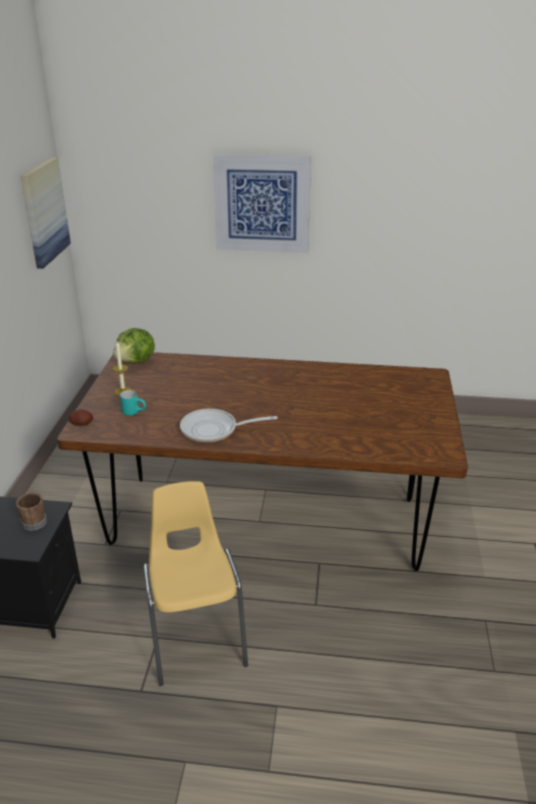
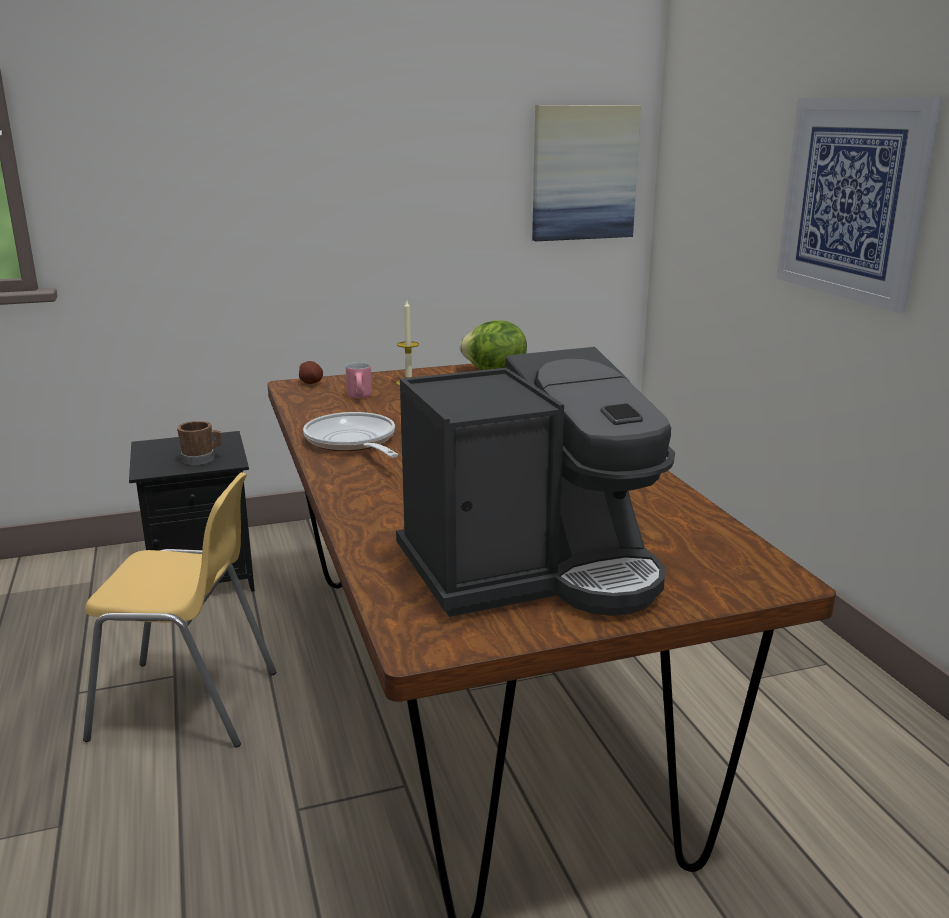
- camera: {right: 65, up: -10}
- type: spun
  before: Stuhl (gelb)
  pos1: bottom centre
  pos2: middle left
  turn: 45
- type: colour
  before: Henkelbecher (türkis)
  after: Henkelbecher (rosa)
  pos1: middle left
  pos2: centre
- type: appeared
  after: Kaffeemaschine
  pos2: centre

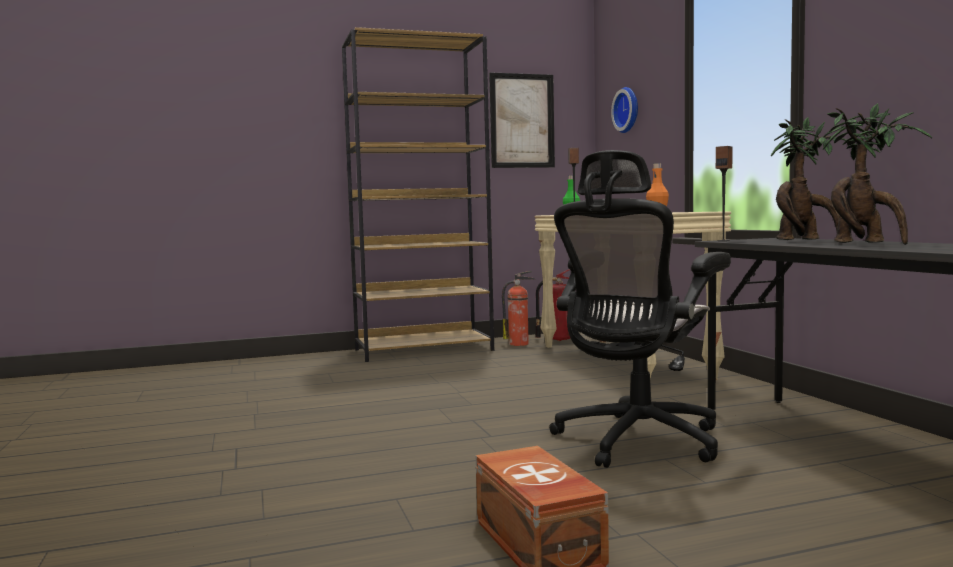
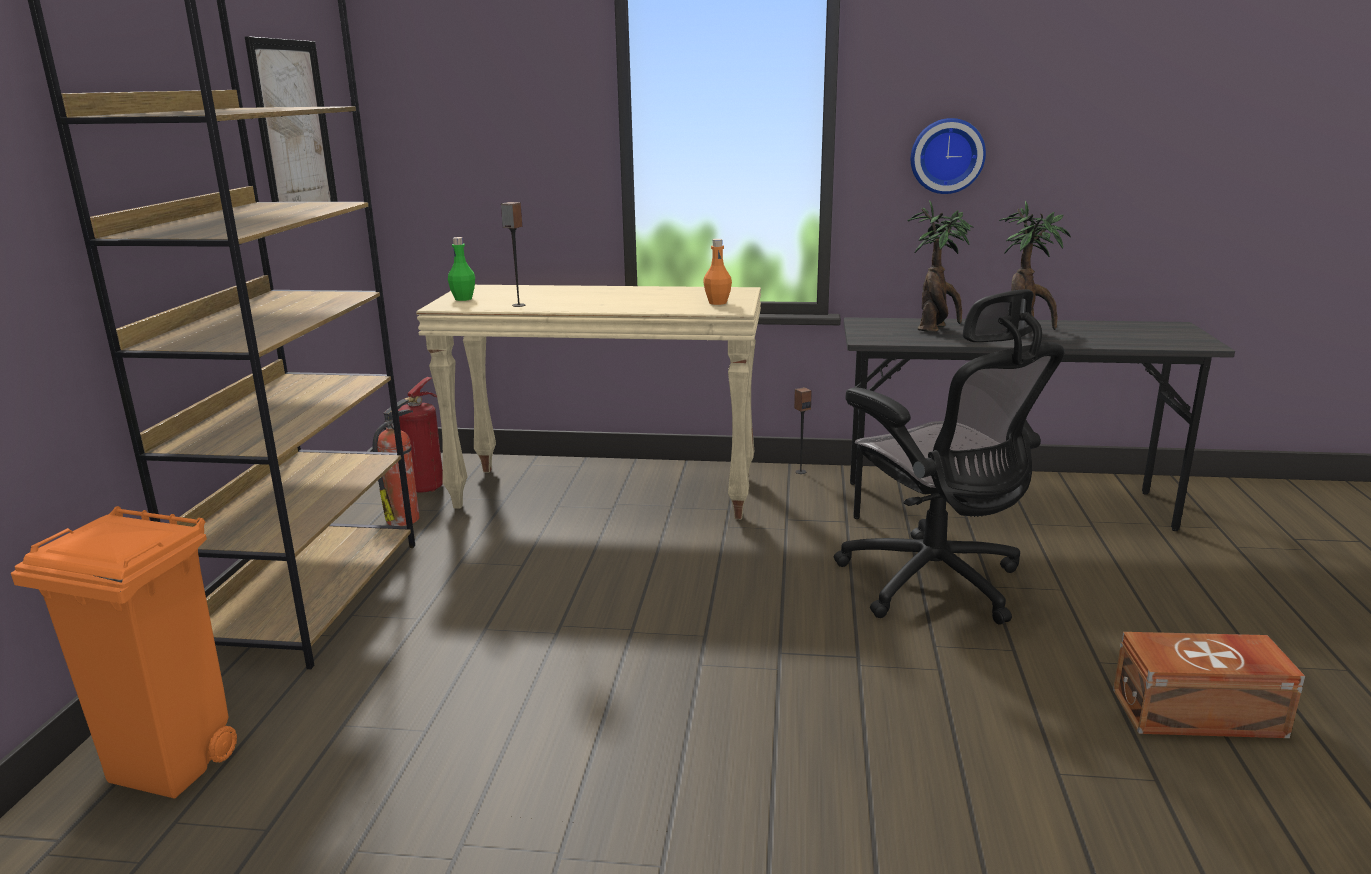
- camera: {right: -65, up: 15}
- type: appeared
  after: Mülleimer (orange)
  pos2: bottom left
- type: relocated
  before: Lautsprecher (no. 2 from left)
  pos1: middle right
  pos2: centre
- type: relocated
  before: Wanduhr
  pos1: top centre
  pos2: top right

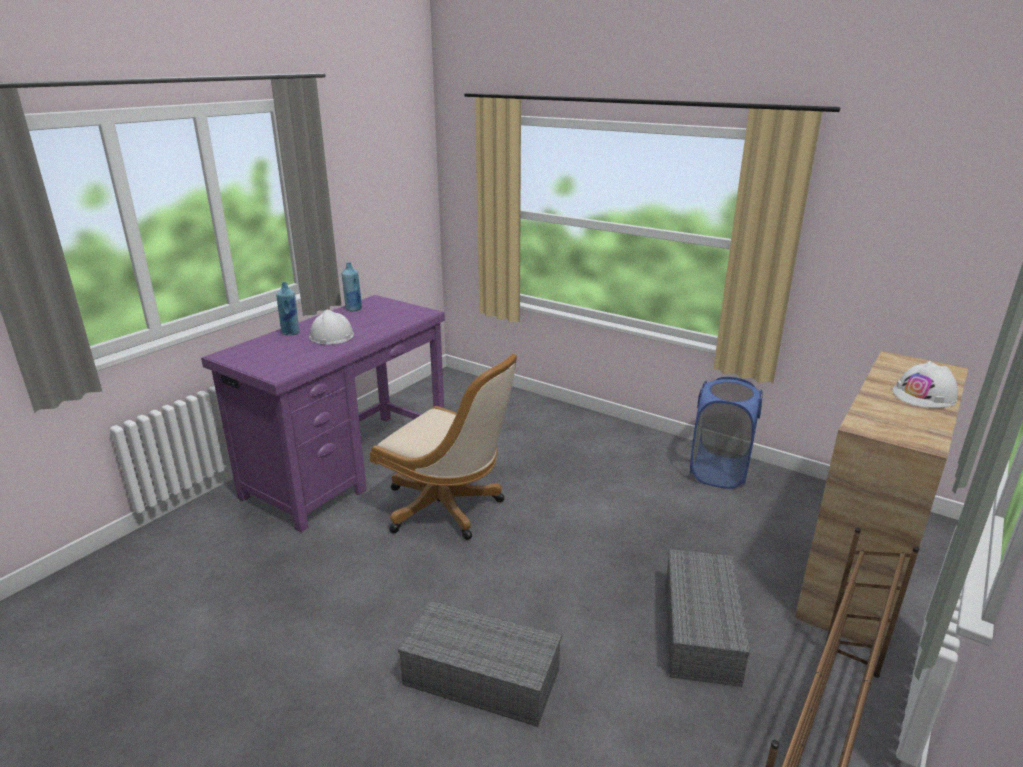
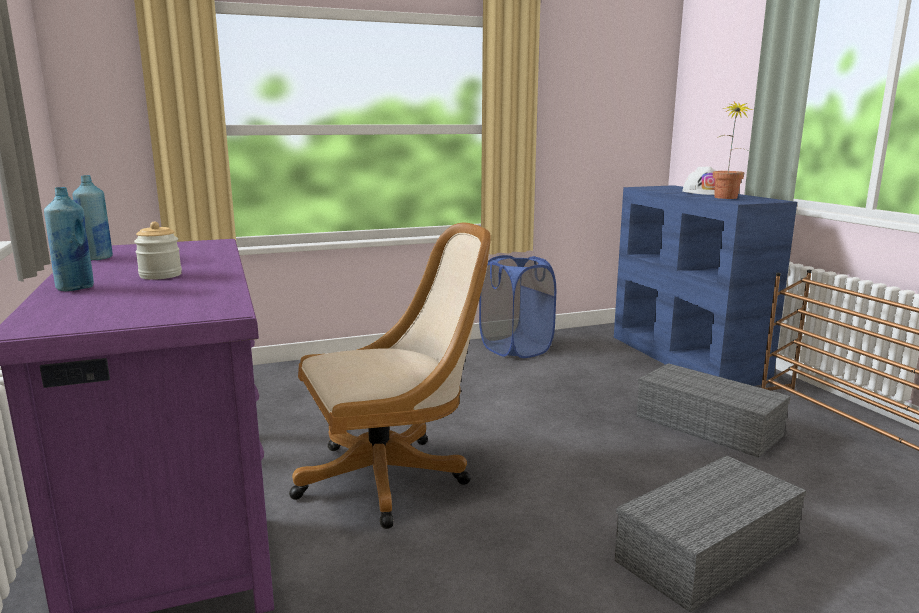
- camera: {right: -55, up: -10}
- type: exchanged
  before: Schutzhelm (weiß) (no. 1 from left)
  after: Vorratsglas
  pos1: middle left
  pos2: middle left
- type: colour
  before: Bücherregal (braun)
  after: Bücherregal (blau)
  pos1: middle right
  pos2: middle right
- type: appeared
  after: Topfpflanze
  pos2: top right

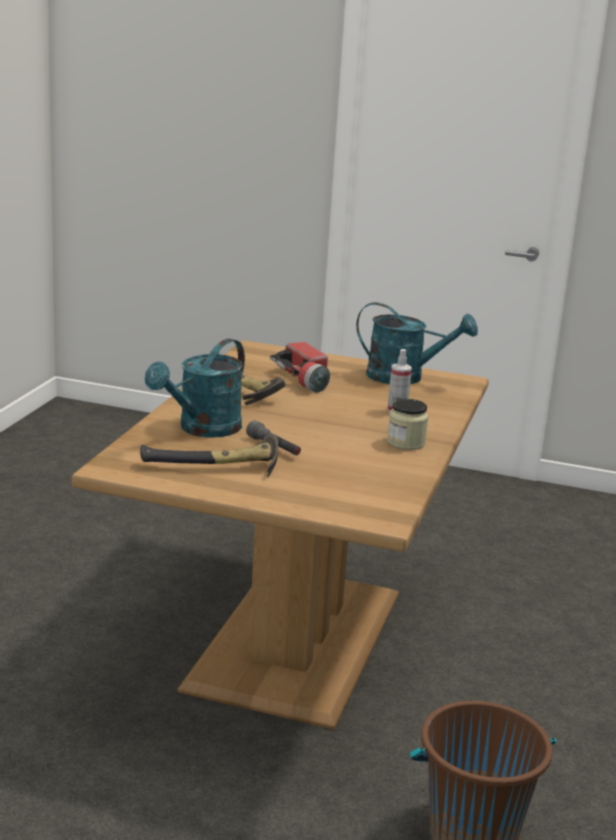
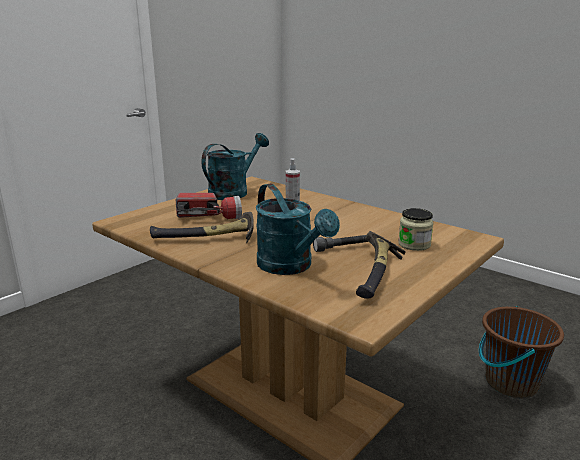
- camera: {right: -65, up: 0}
- type: relocated
  before: Vorratsglas
  pos1: centre
  pos2: middle right

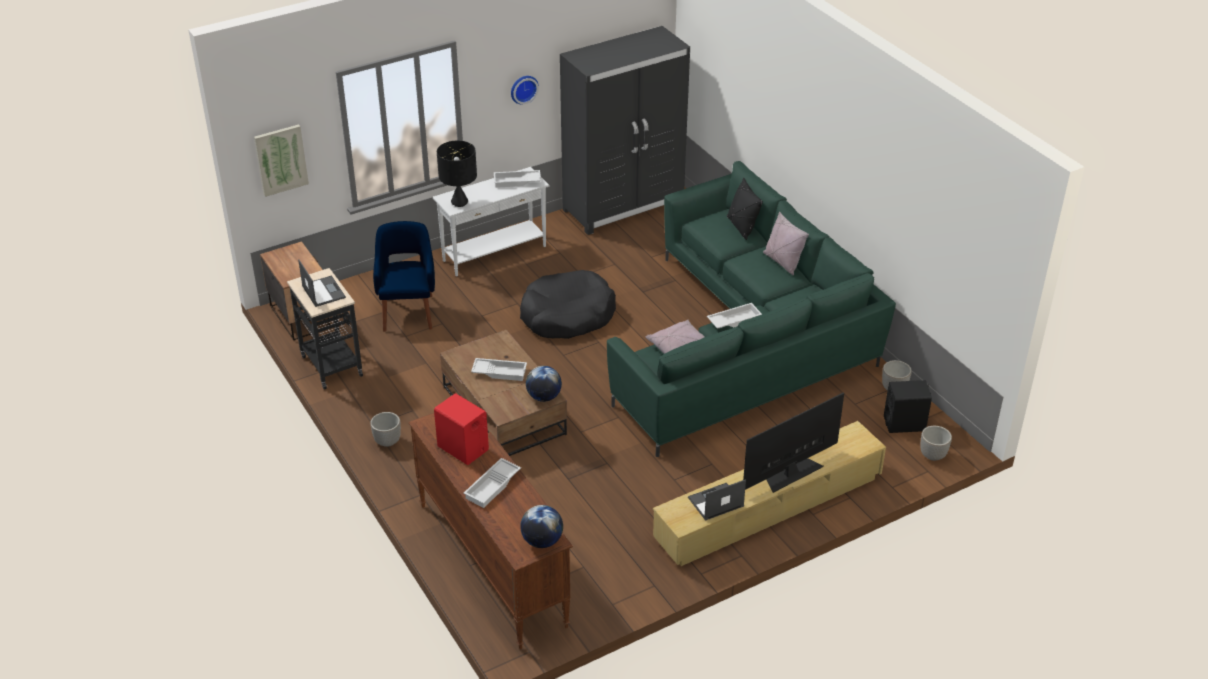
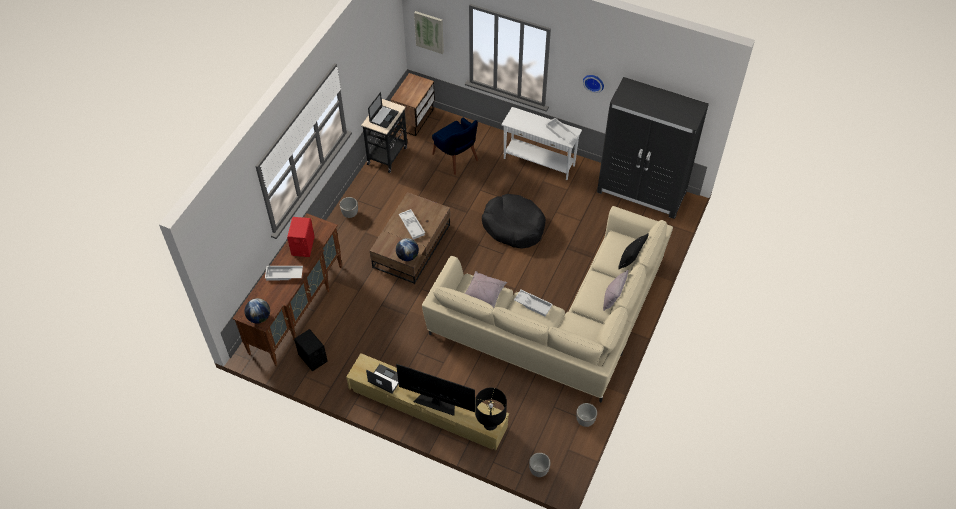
- camera: {right: 55, up: 15}
- type: relocated
  before: Lautsprecher (schwarz)
  pos1: middle right
  pos2: bottom left
- type: colour
  before: Sofa (grün)
  after: Sofa (beige)
  pos1: centre
  pos2: centre
- type: spun
  before: Sessel (blau)
  pos1: centre
  pos2: top centre
  turn: 90
- type: relocated
  before: Tischlampe (schwarz)
  pos1: top centre
  pos2: bottom centre

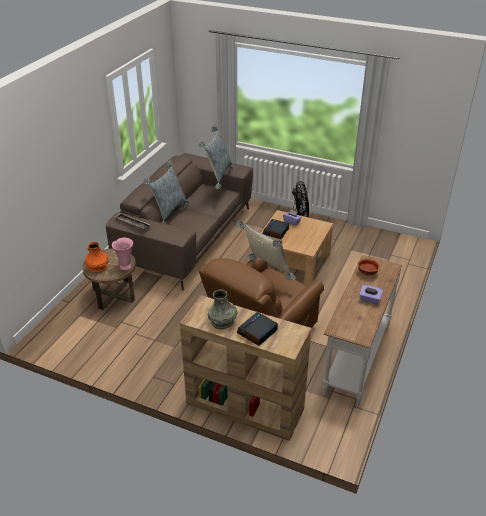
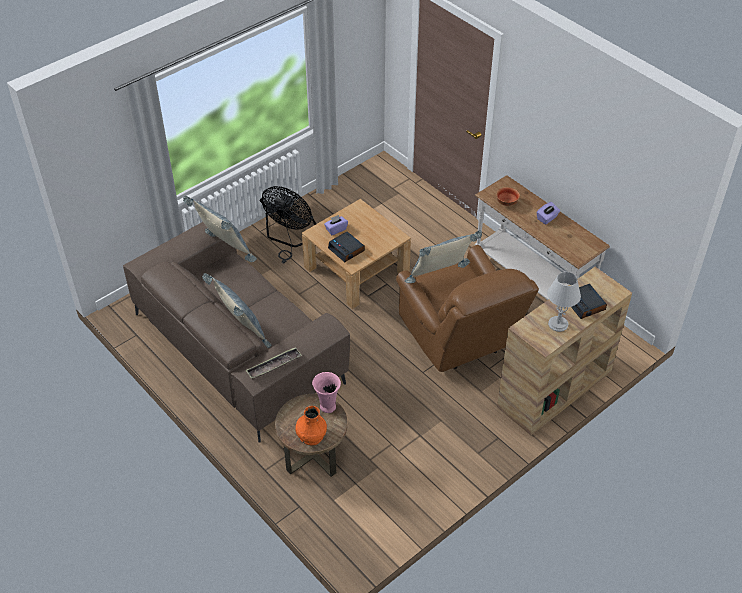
- camera: {right: -65, up: 10}
- type: exchanged
  before: Vase (grau)
  after: Tischlampe (grau)
  pos1: centre
  pos2: middle right

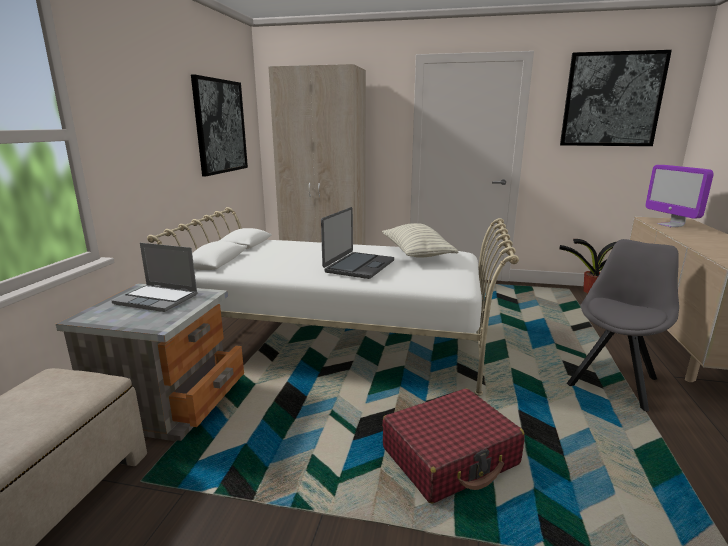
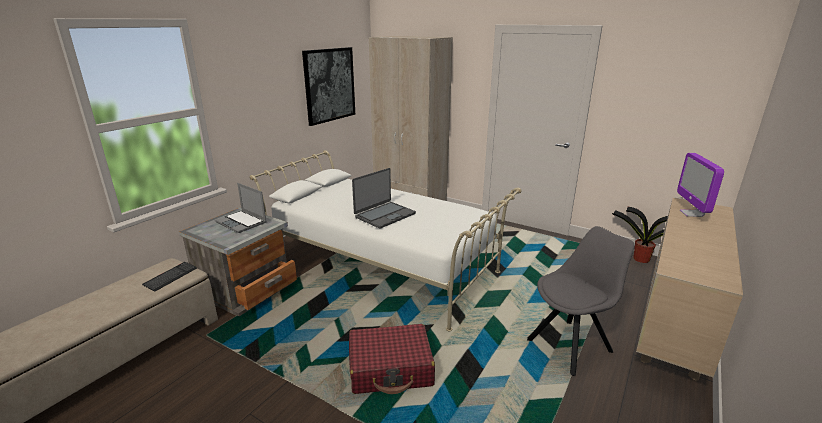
- camera: {right: 20, up: 5}
- type: appeared
  after: Tastatur
  pos2: middle left
- type: missing
  before: Kissen
  pos1: centre
- type: missing
  before: Bild (no. 2 from left)
  pos1: top right

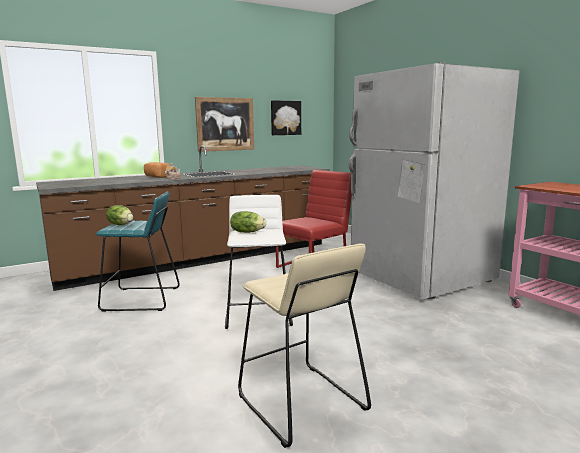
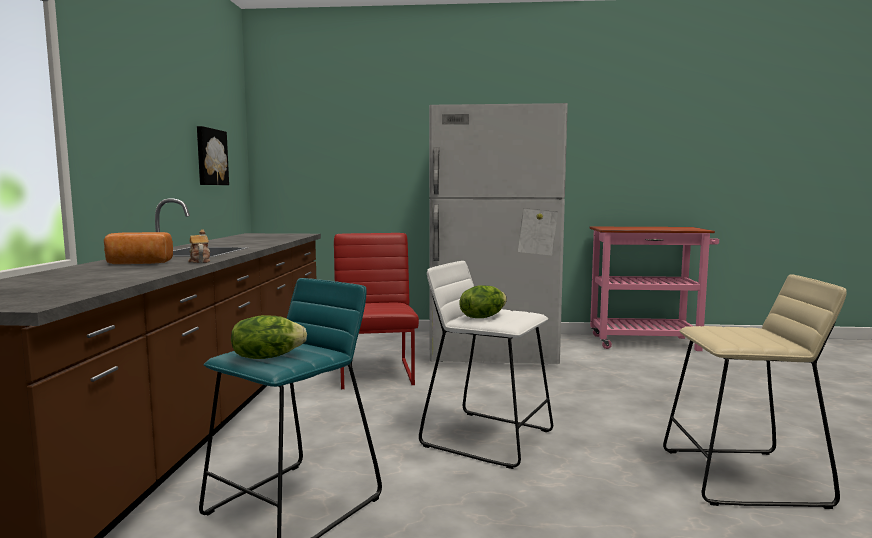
- camera: {right: -55, up: -5}
- type: missing
  before: Bild (no. 1 from left)
  pos1: top centre

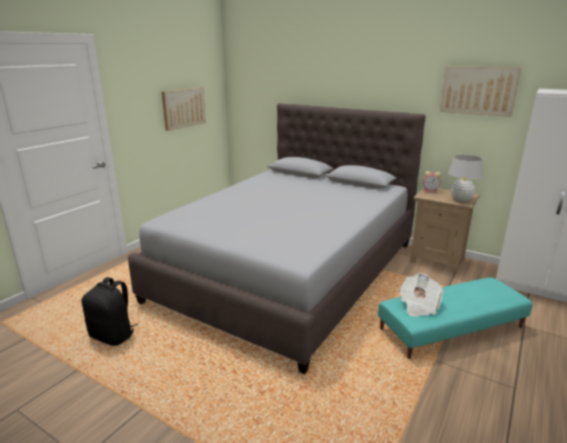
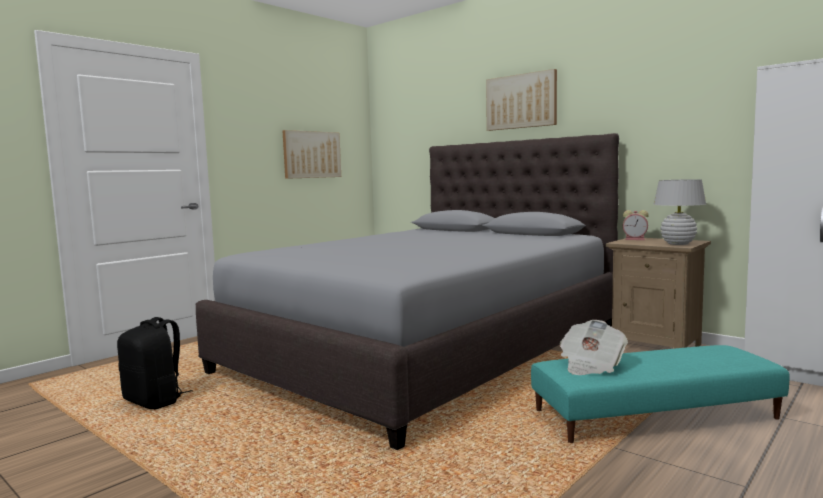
- camera: {right: 10, up: -15}
- type: relocated
  before: Bild (no. 2 from left)
  pos1: top right
  pos2: top centre

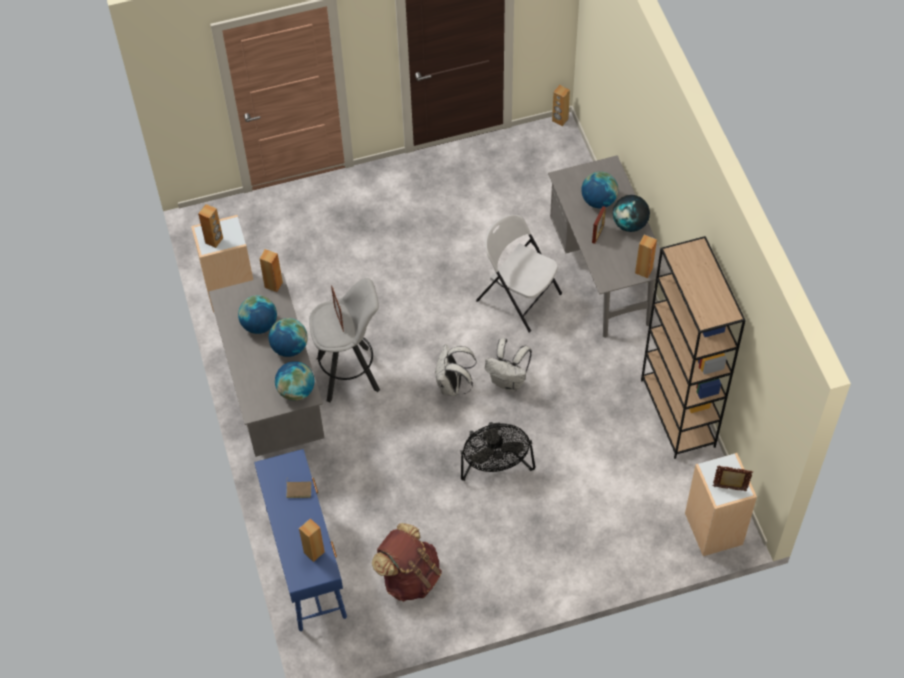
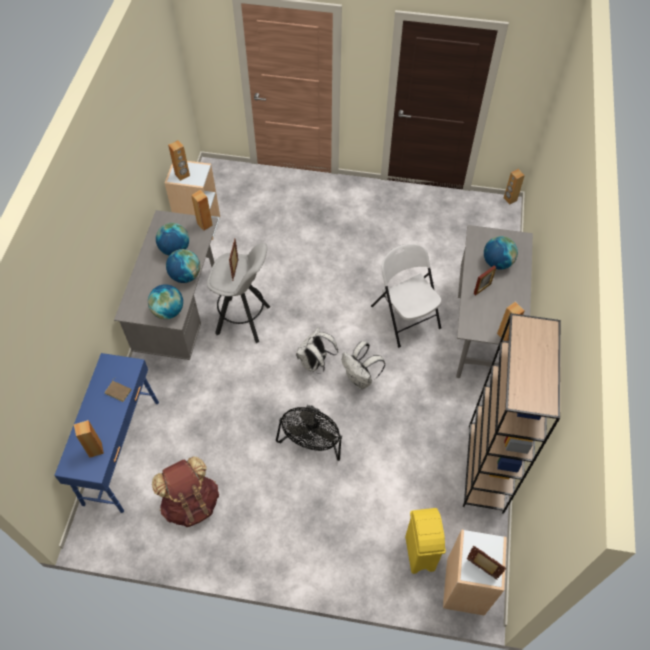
- camera: {right: 25, up: 0}
- type: appeared
  after: Mülleimer (gelb)
  pos2: bottom centre
- type: missing
  before: Globus (no. 5 from left)
  pos1: top right

